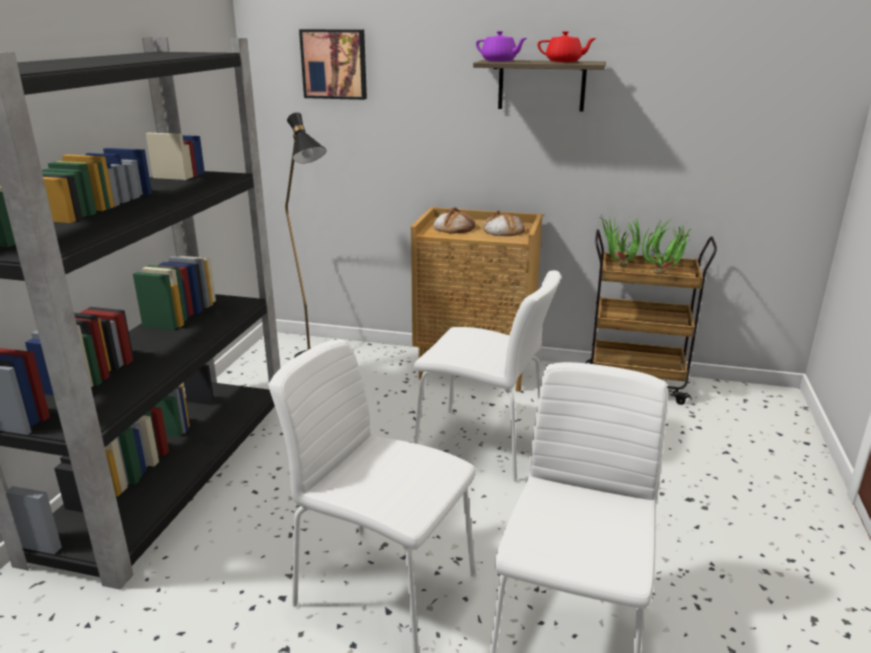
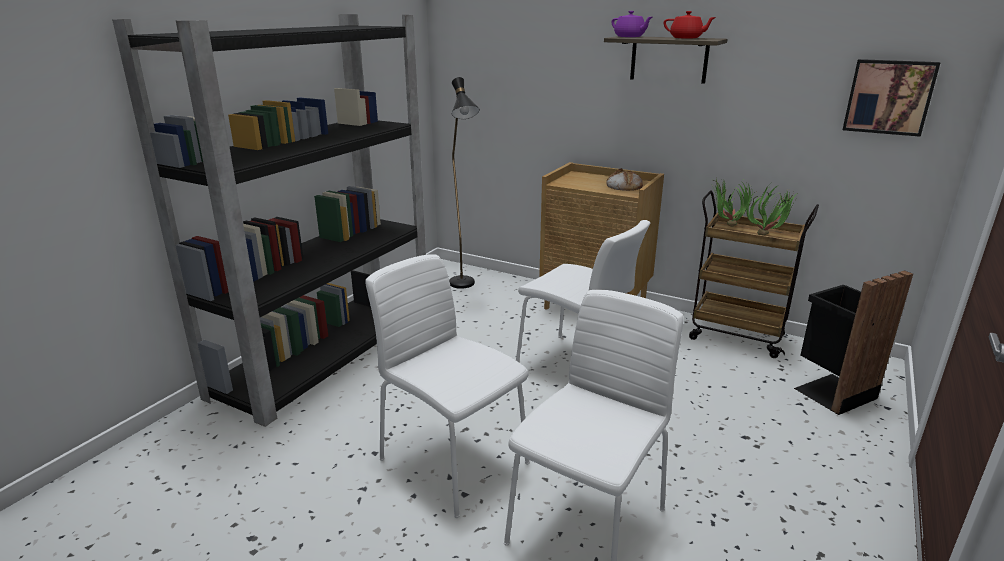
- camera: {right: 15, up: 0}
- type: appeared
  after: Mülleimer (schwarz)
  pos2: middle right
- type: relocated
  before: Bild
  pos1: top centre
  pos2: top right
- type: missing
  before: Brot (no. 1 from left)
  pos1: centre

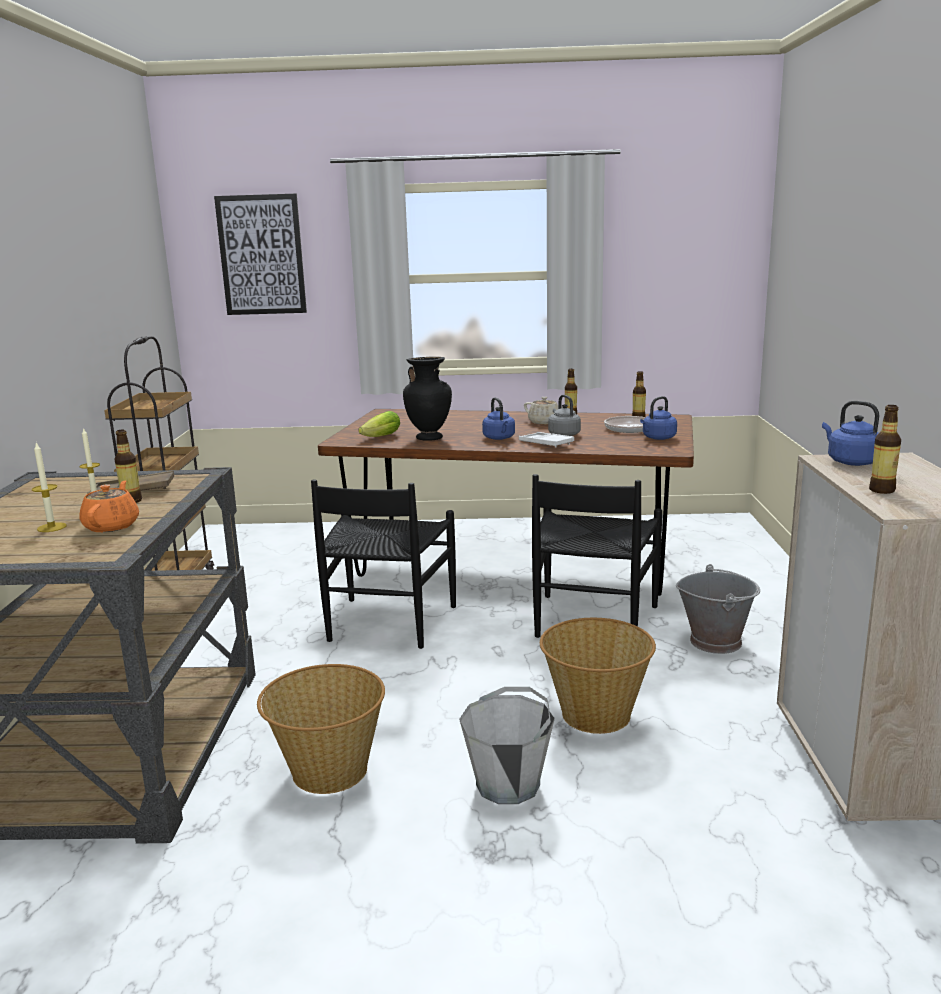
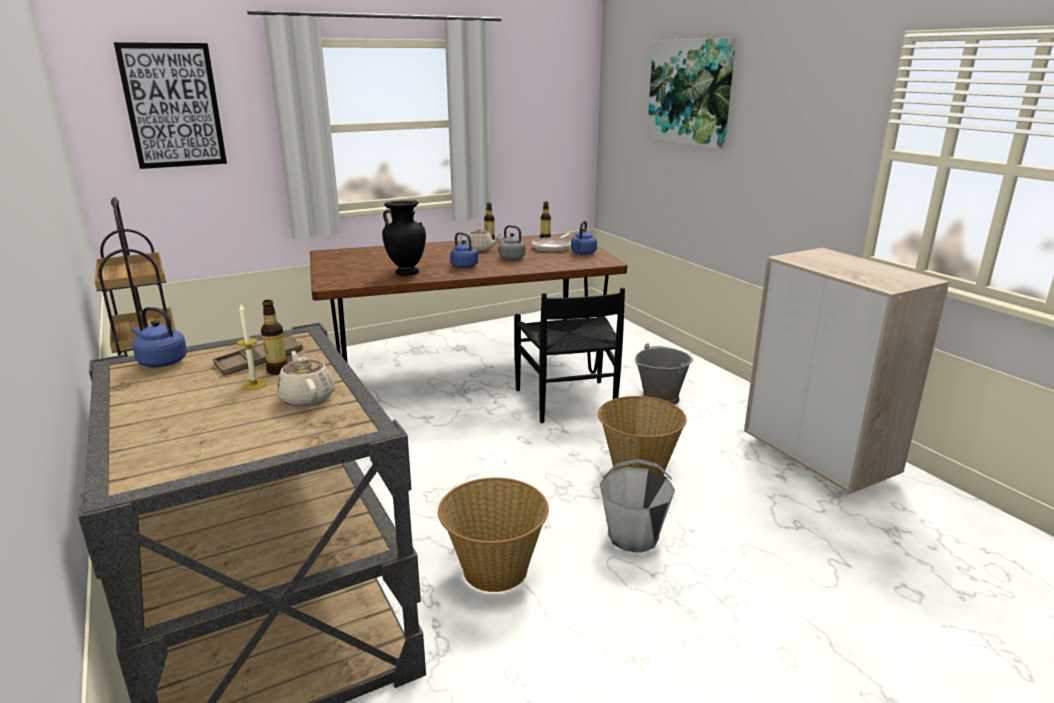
- camera: {right: -30, up: 5}
- type: relocated
  before: Wasserkessel (blau) (no. 3 from left in the first image)
  after: Wasserkessel (blau) (no. 1 from left)
  pos1: middle right
  pos2: middle left
- type: colour
  before: Teekanne (orange)
  after: Teekanne (beige) (no. 1 from left)
  pos1: middle left
  pos2: middle left
- type: appeared
  after: Bild (no. 2 from left)
  pos2: top centre
- type: missing
  before: Kerze (no. 1 from left)
  pos1: middle left
- type: missing
  before: Stuhl (schwarz) (no. 1 from left)
  pos1: centre
- type: missing
  before: Salatkopf
  pos1: centre
- type: missing
  before: Tablett (weiß)
  pos1: centre
- type: missing
  before: Flasche (no. 4 from left)
  pos1: middle right

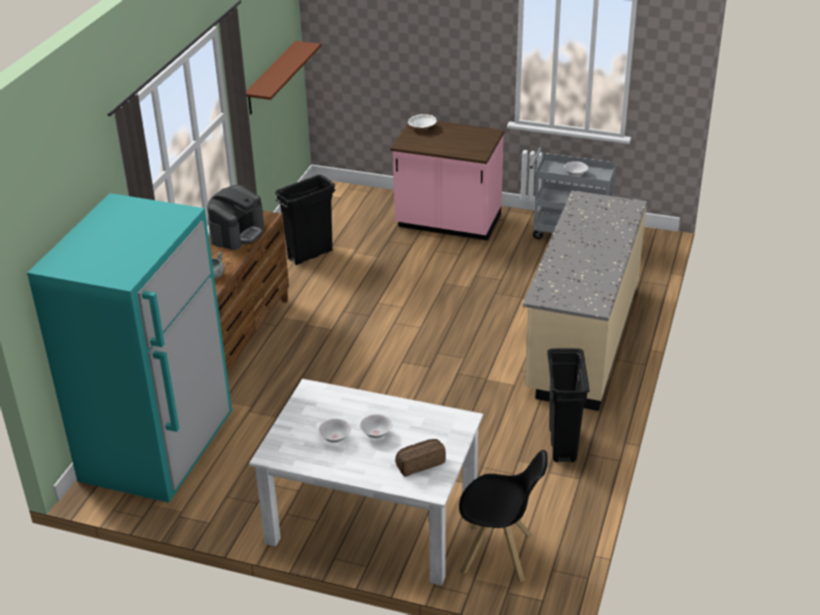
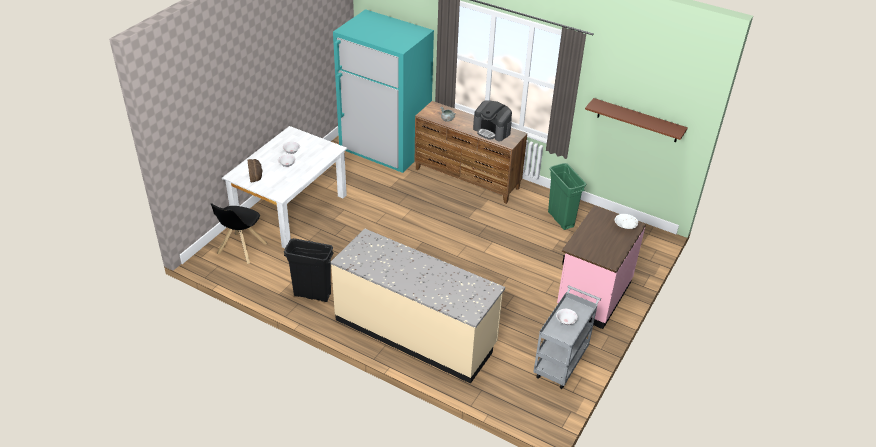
- camera: {right: 100, up: 5}
- type: colour
  before: Mülleimer (schwarz) (no. 1 from left)
  after: Mülleimer (grün)
  pos1: centre
  pos2: centre

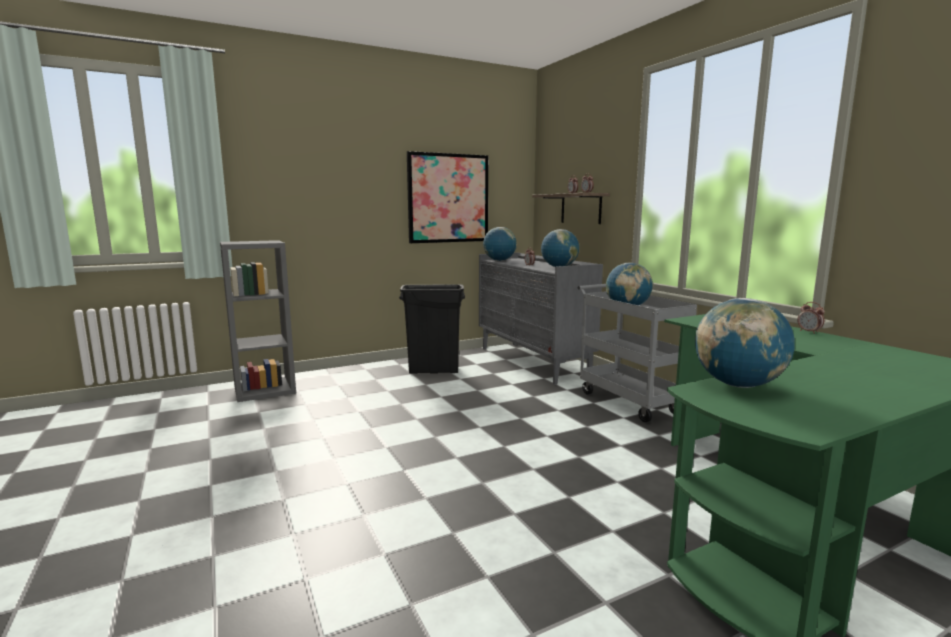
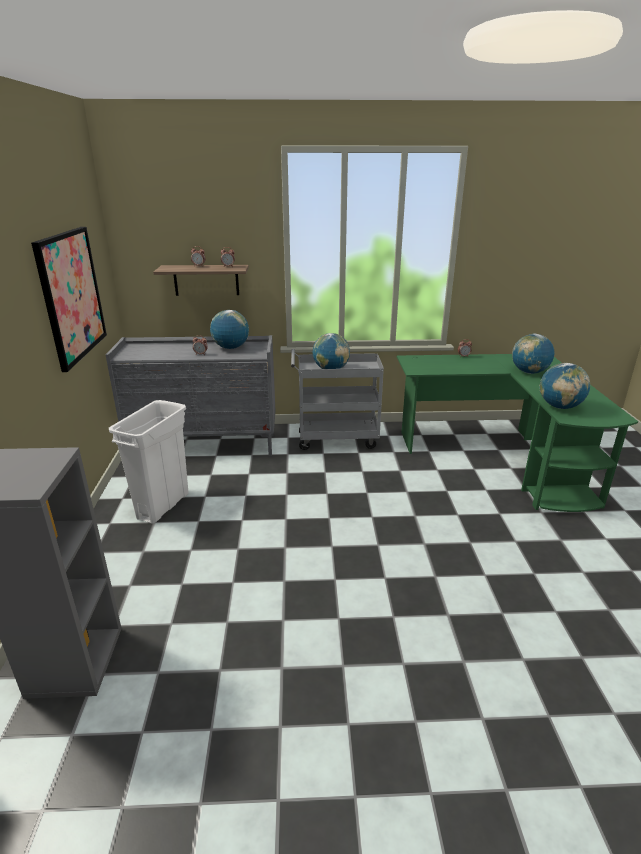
- camera: {right: -65, up: 15}
- type: colour
  before: Mülleimer (schwarz)
  after: Mülleimer (weiß)
  pos1: centre
  pos2: middle left
- type: relocated
  before: Globus (no. 1 from left in the first image)
  after: Globus (no. 3 from left)
  pos1: centre
  pos2: middle right

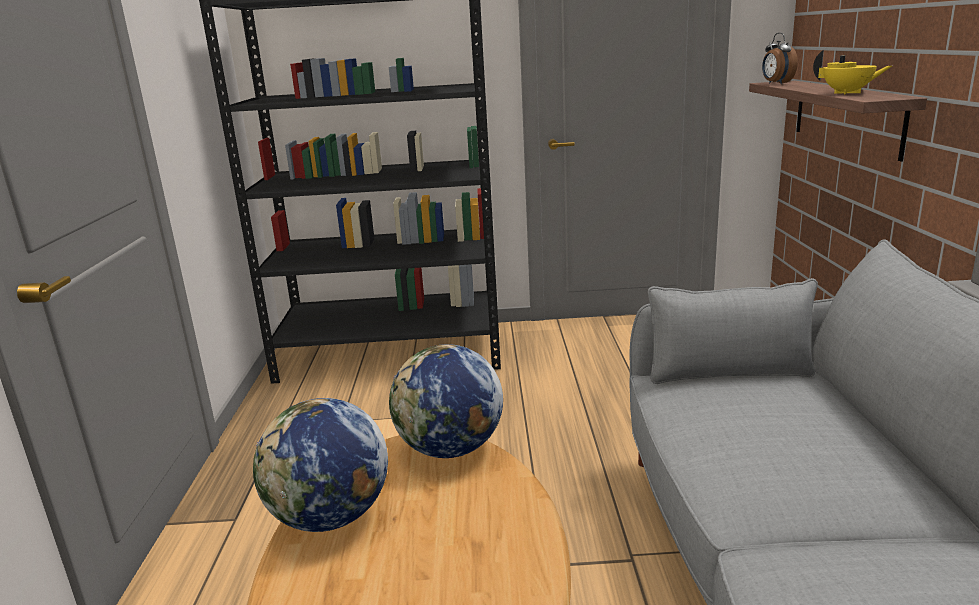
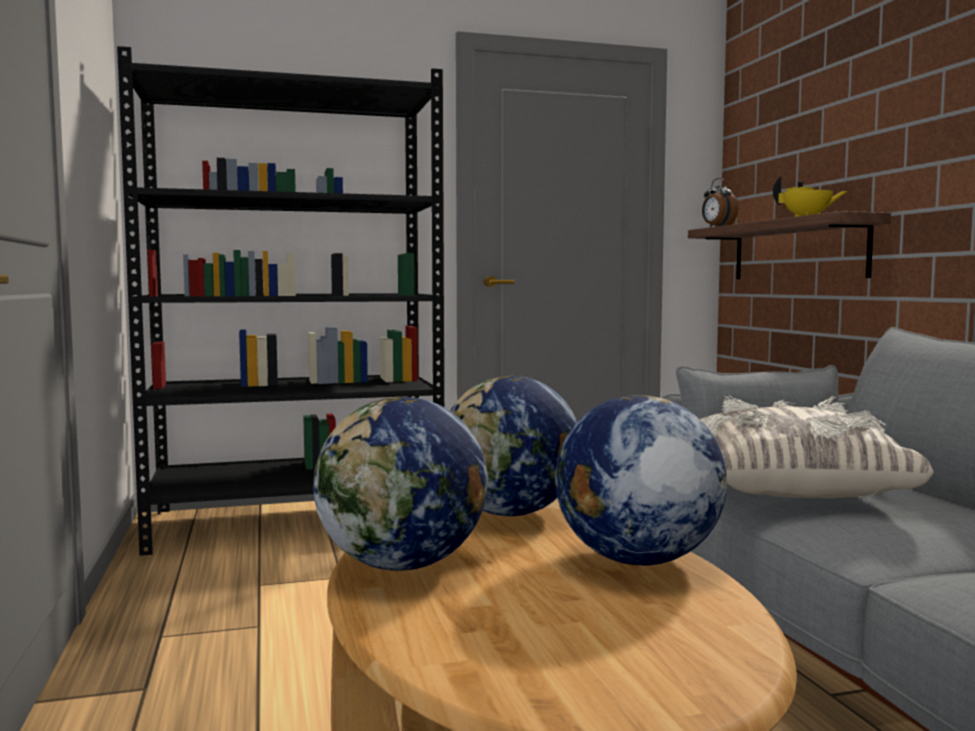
- camera: {right: -15, up: -15}
- type: appeared
  after: Globus (no. 3 from left)
  pos2: centre
- type: appeared
  after: Kissen (beige)
  pos2: middle right

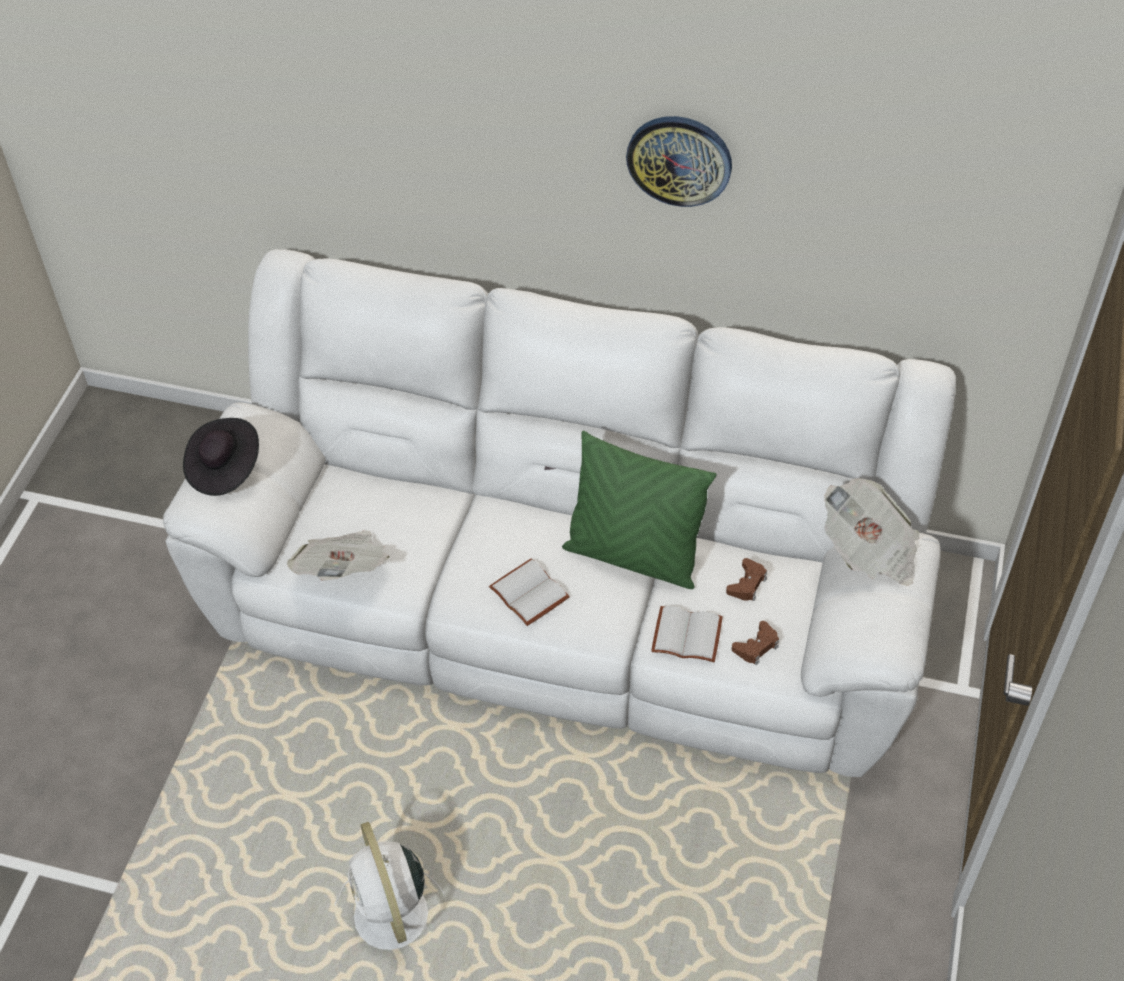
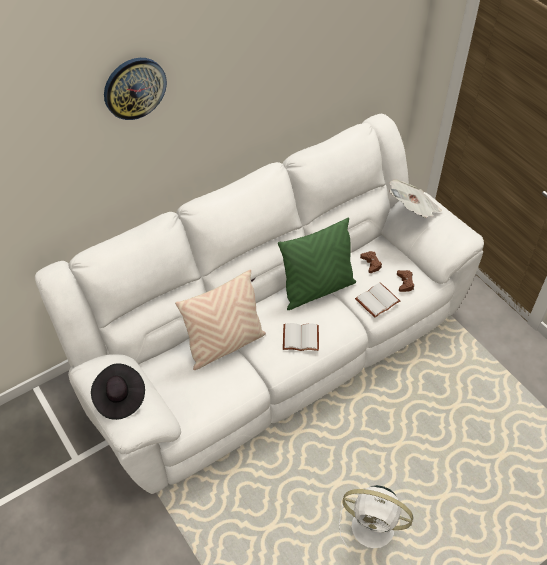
- camera: {right: -50, up: 0}
- type: relocated
  before: Wanduhr
  pos1: top centre
  pos2: top left
- type: appeared
  after: Kissen (beige)
  pos2: centre
- type: missing
  before: Zeitung (no. 1 from left)
  pos1: middle left

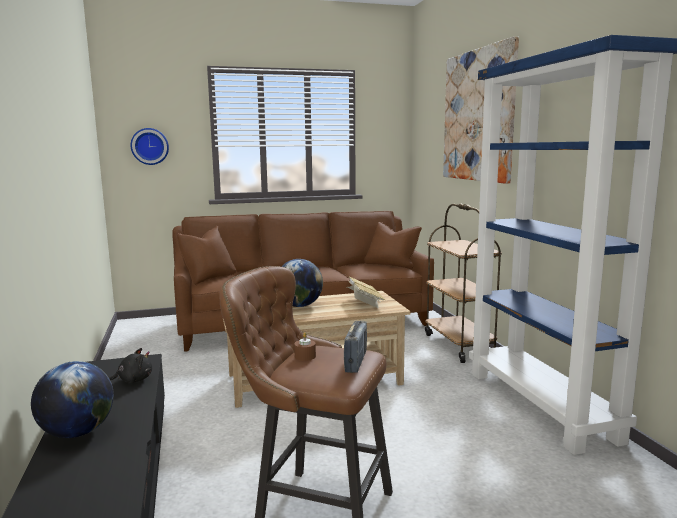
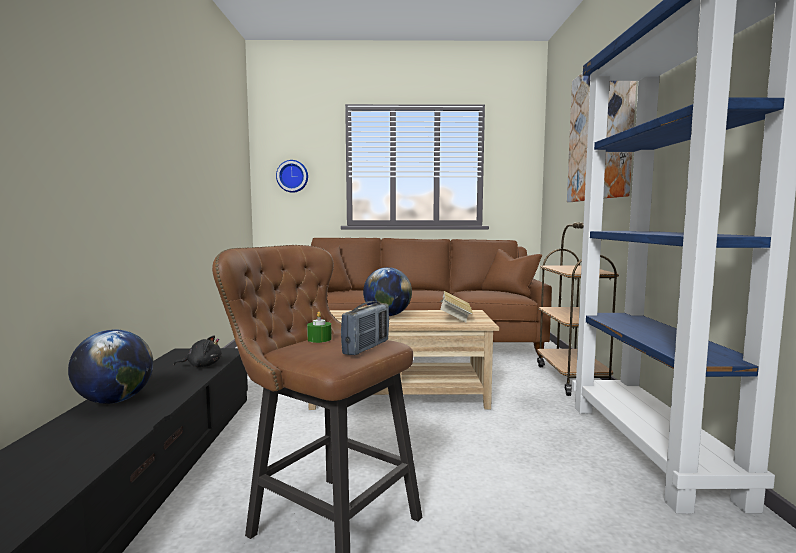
- camera: {right: 15, up: -5}
- type: colour
  before: Kerze (braun)
  after: Kerze (grün)
  pos1: bottom centre
  pos2: centre

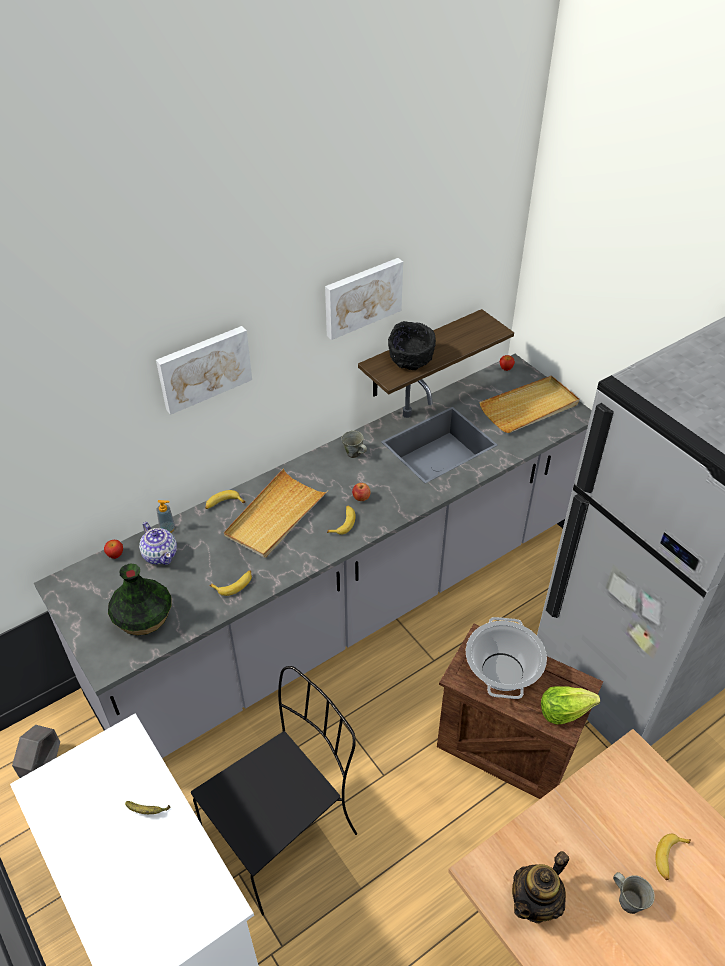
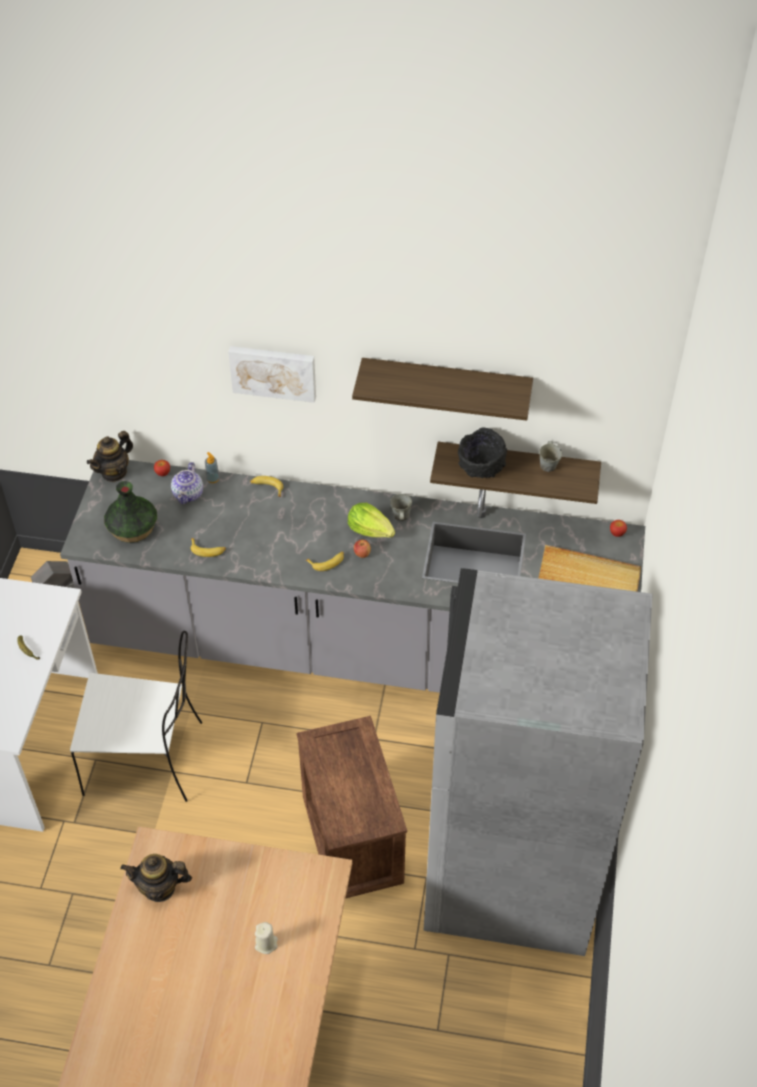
- camera: {right: 45, up: 5}
- type: colour
  before: Stuhl (schwarz)
  after: Stuhl (weiß)
  pos1: bottom centre
  pos2: middle left
- type: appeared
  after: Teekanne (no. 1 from left)
  pos2: middle left
- type: exchanged
  before: Banane (no. 5 from left)
  after: Kerze (beige)
  pos1: bottom right
  pos2: bottom centre
- type: relocated
  before: Salatkopf
  pos1: bottom right
  pos2: centre
- type: exchanged
  before: Bild (no. 2 from left)
  after: Wandregal (no. 1 from left)
  pos1: top centre
  pos2: centre
- type: relocated
  before: Henkelbecher (grau) (no. 2 from left)
  pos1: bottom right
  pos2: middle right
- type: missing
  before: Tablett (beige) (no. 1 from left)
  pos1: centre
- type: missing
  before: Kochtopf
  pos1: bottom right

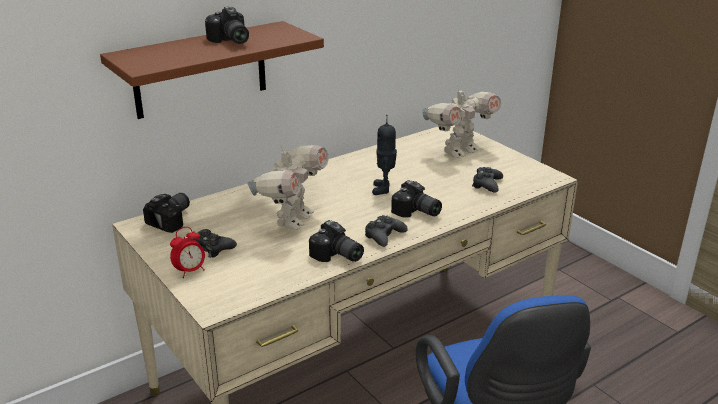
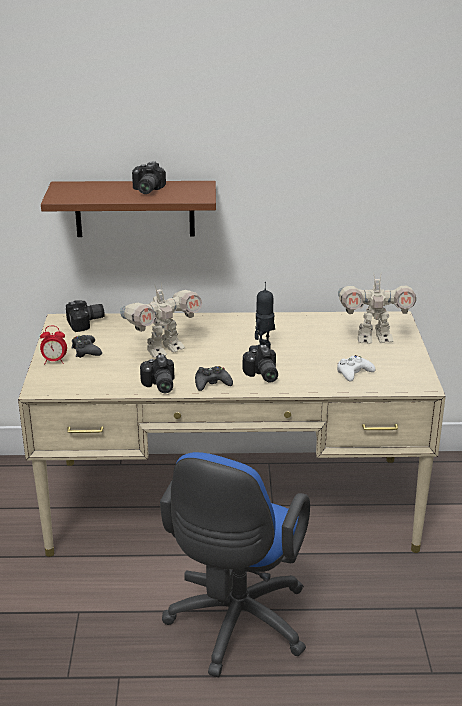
- camera: {right: 35, up: 0}
- type: colour
  before: Gamepad (schwarz) (no. 3 from left)
  after: Gamepad (weiß)
  pos1: middle right
  pos2: middle right

